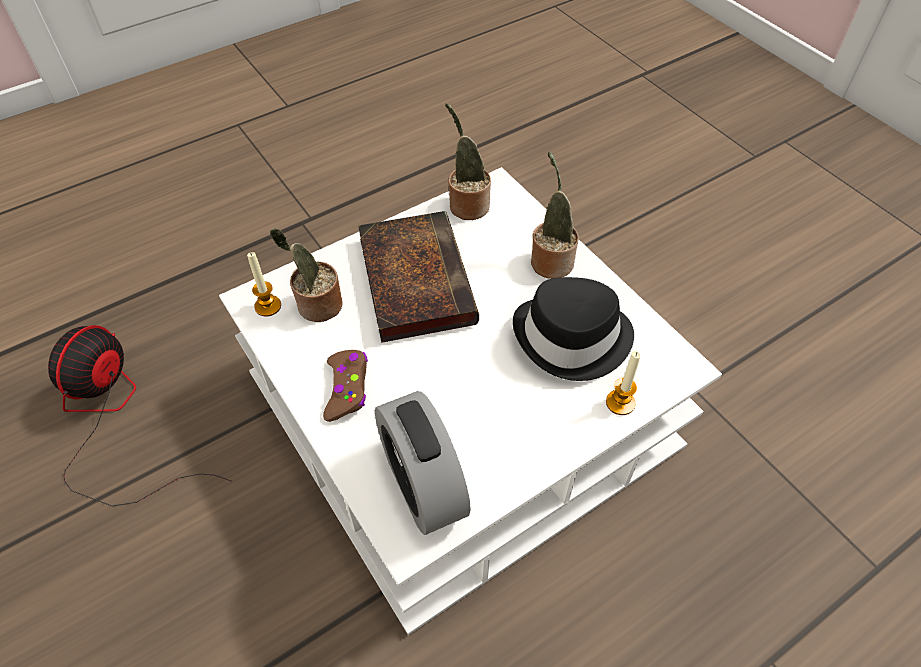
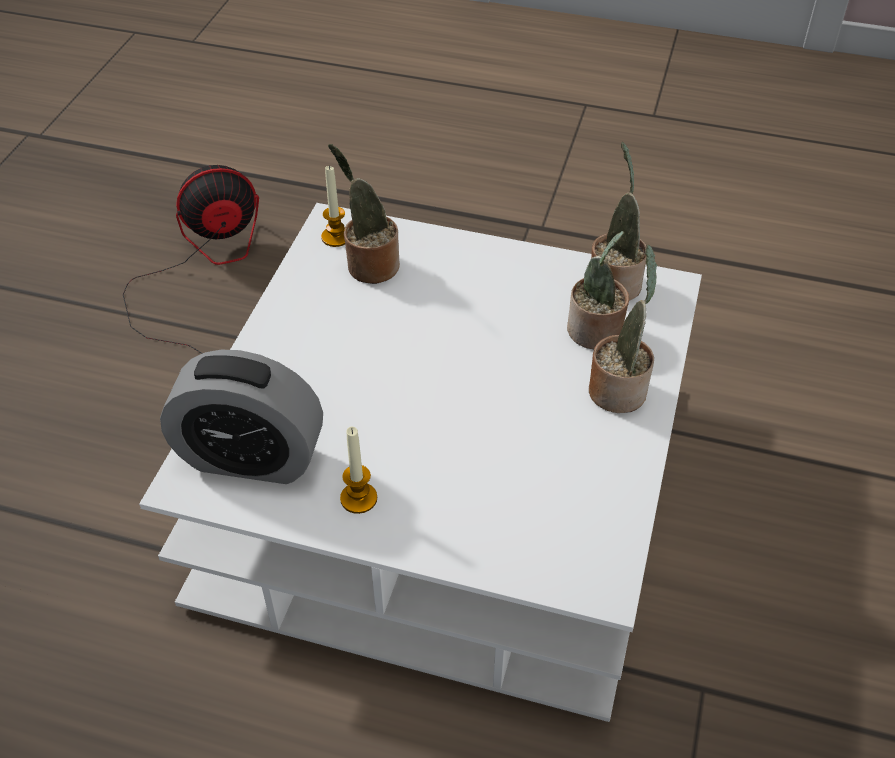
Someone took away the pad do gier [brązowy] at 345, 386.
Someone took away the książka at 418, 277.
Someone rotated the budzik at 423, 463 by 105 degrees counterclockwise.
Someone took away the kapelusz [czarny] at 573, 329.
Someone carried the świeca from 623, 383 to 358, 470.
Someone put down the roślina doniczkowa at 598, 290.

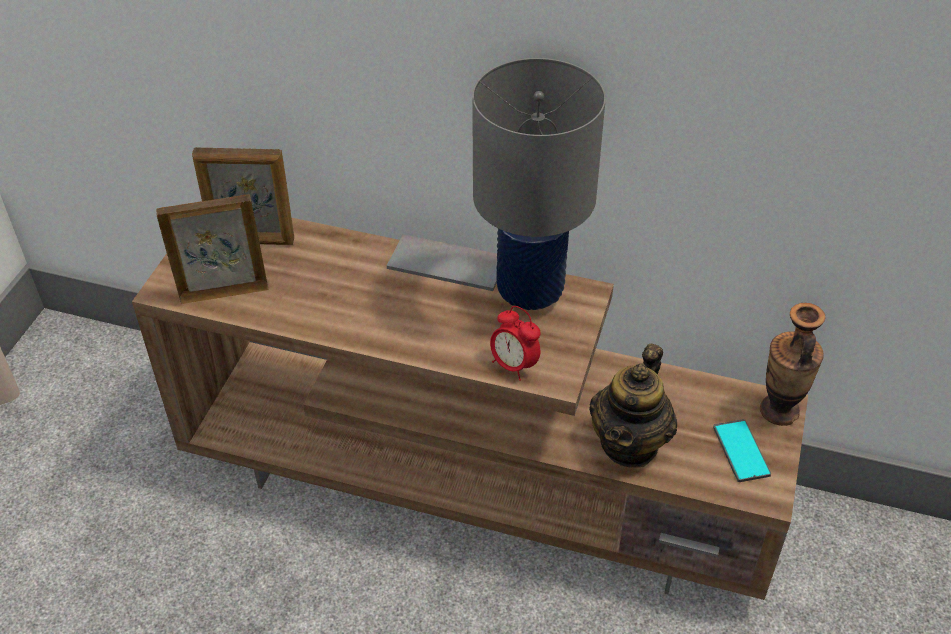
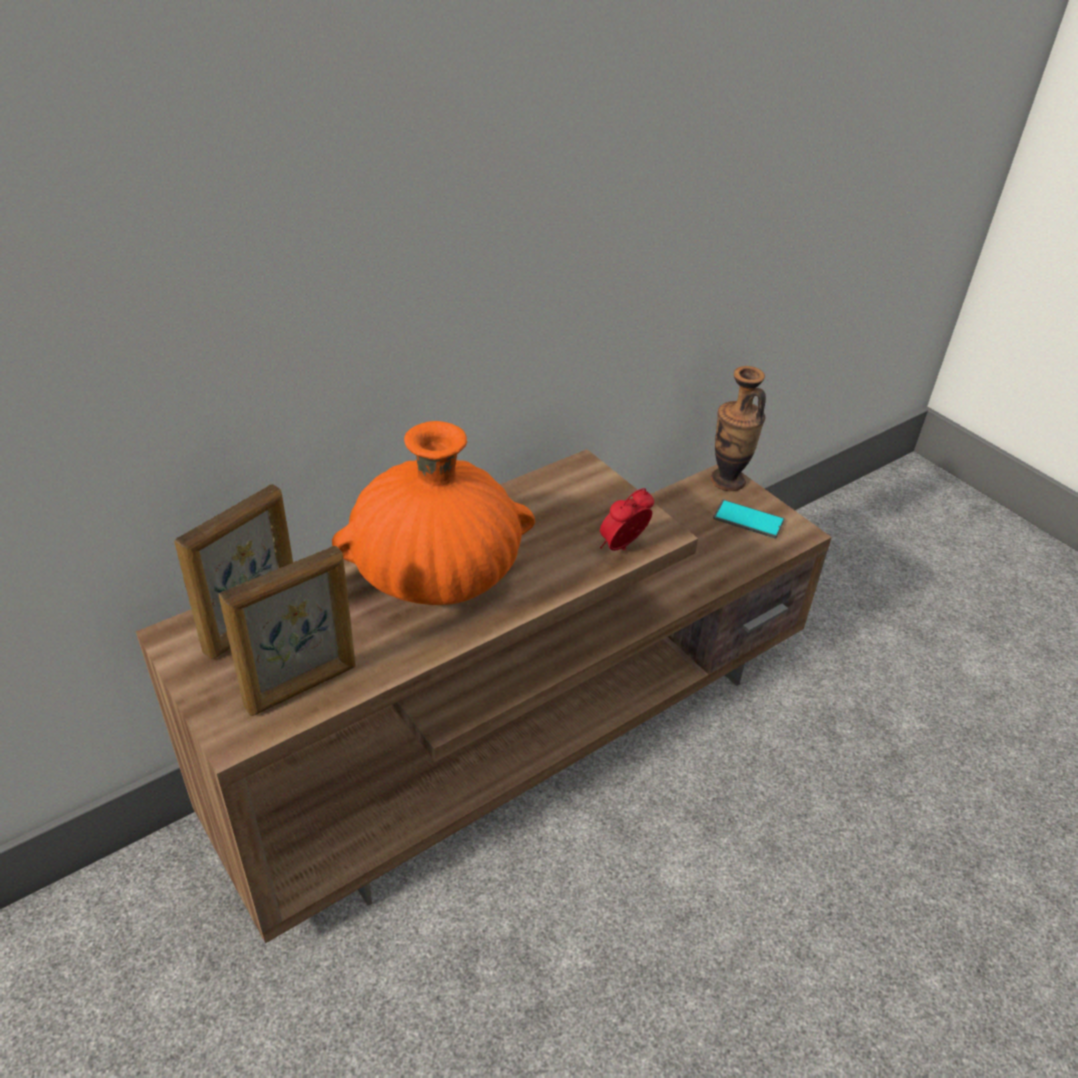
Someone rotated the ramka na zdjęcie at 212, 249 by 150 degrees counterclockwise.
Someone took away the lampa stołowa [szary] at 539, 184.
Someone rotated the budzik at 515, 343 by 150 degrees clockwise.
Someone took away the imbryk at 633, 405.
Someone put down the wazon [pomarańczowy] at 433, 513.

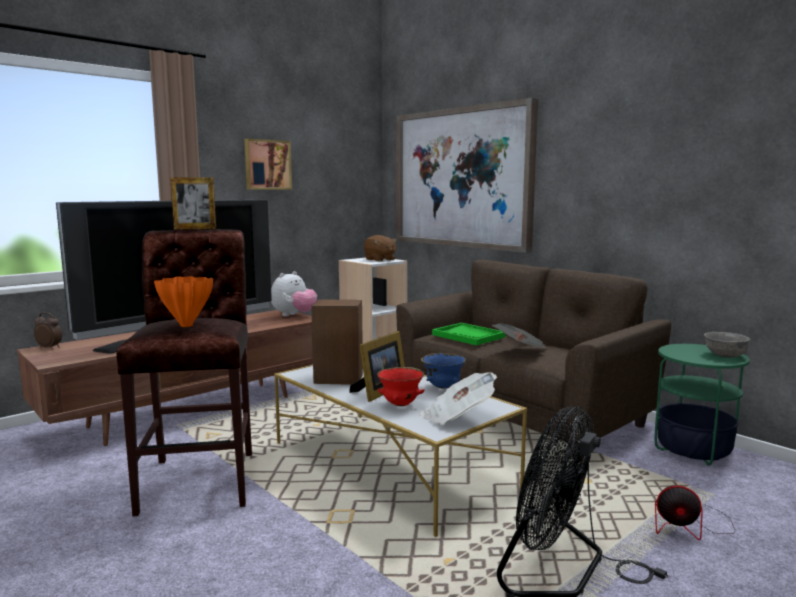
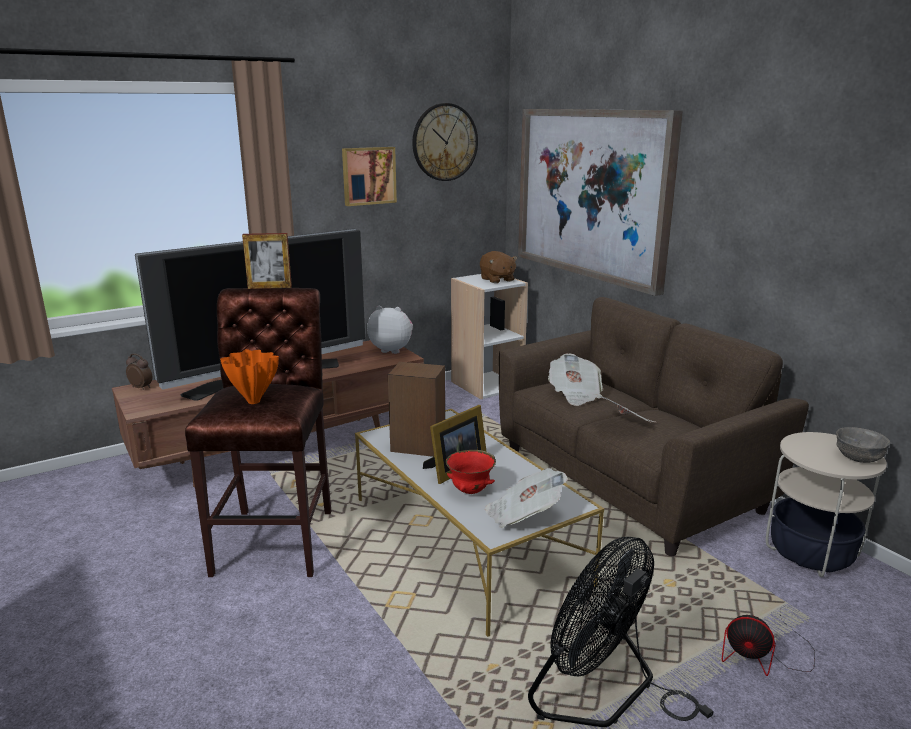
Someone rotated the pluszak at 294, 293 by 120 degrees counterclockwise.
Someone took away the miska [niebieski] at 443, 371.
Someone swapped the taca [zielony] at 469, 334 for the gazeta at 575, 379.
Someone repainted the stolik [zielony] at 702, 404, which became the stolik [beżowy] at 826, 504.
Someone put up the zegar ścienny at 445, 142.

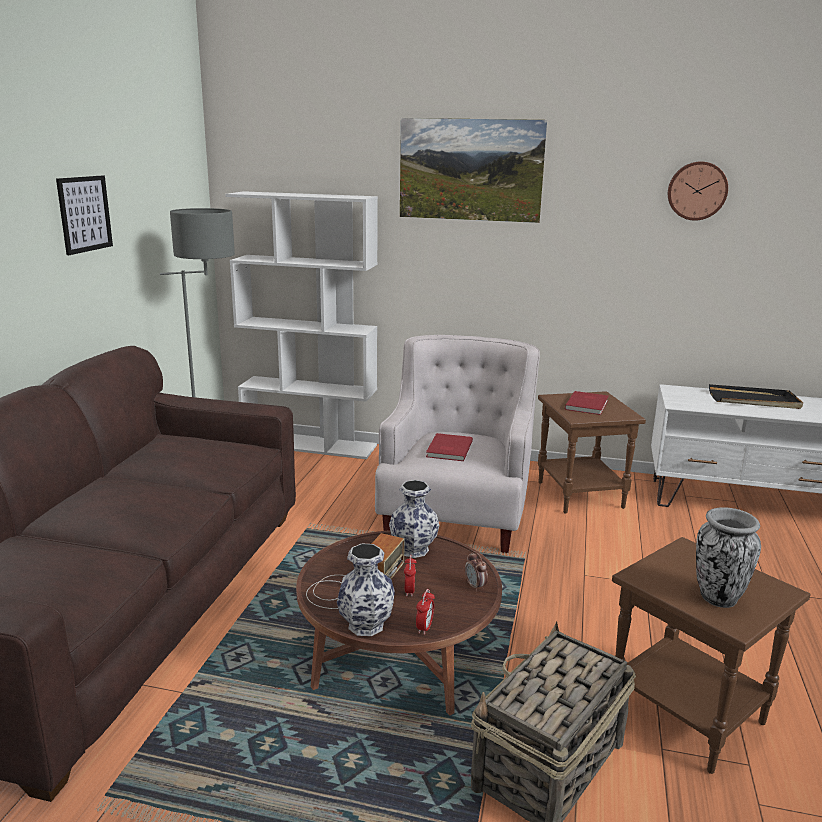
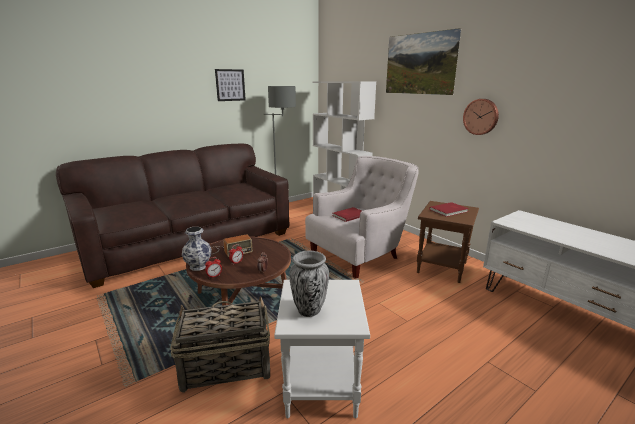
Someone took away the wazon at 414, 519.
Someone repainted the stolik [brązowy] at 711, 655, which became the stolik [biały] at 322, 349.
Someone carried the zegar ścienny from 698, 191 to 481, 117.
Someone took away the taca [czarny] at 756, 396.

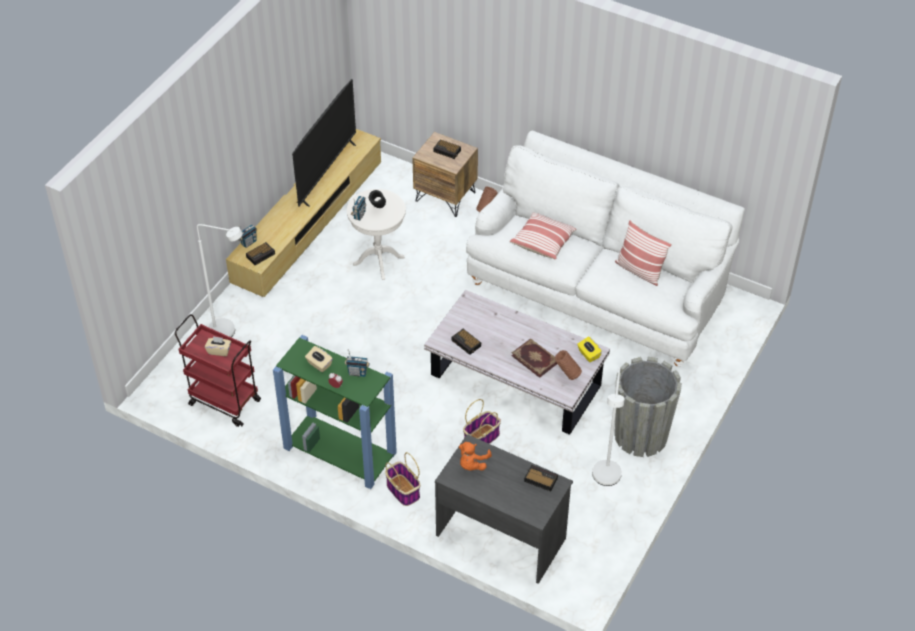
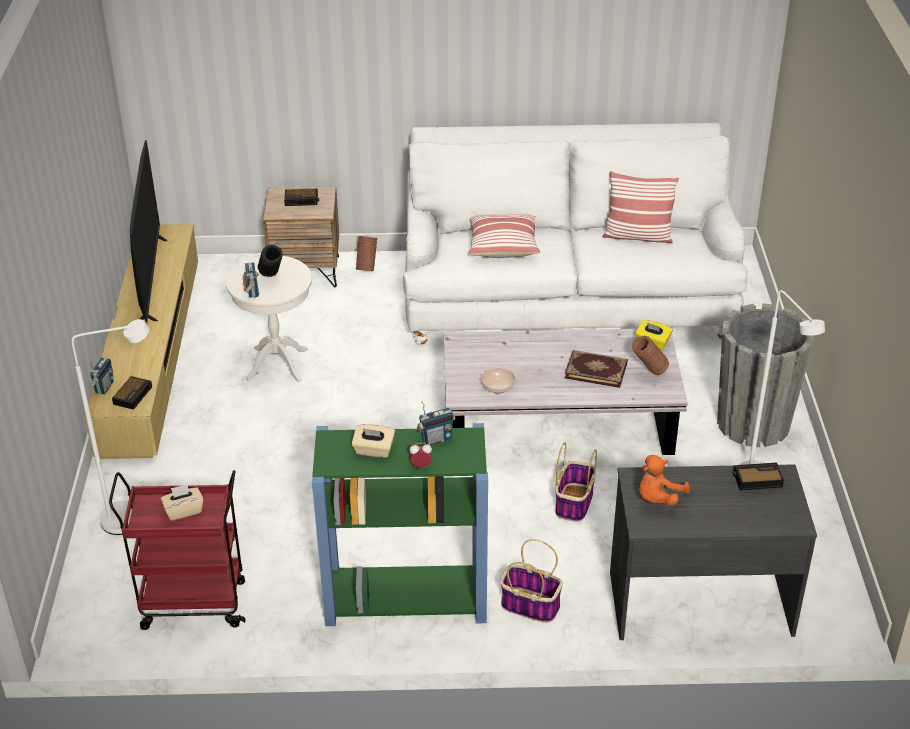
Someone swapped the budzik at 466, 342 for the miska at 498, 380.
Someone rotated the pluszak [pomarańczowy] at 475, 456 by 45 degrees clockwise.

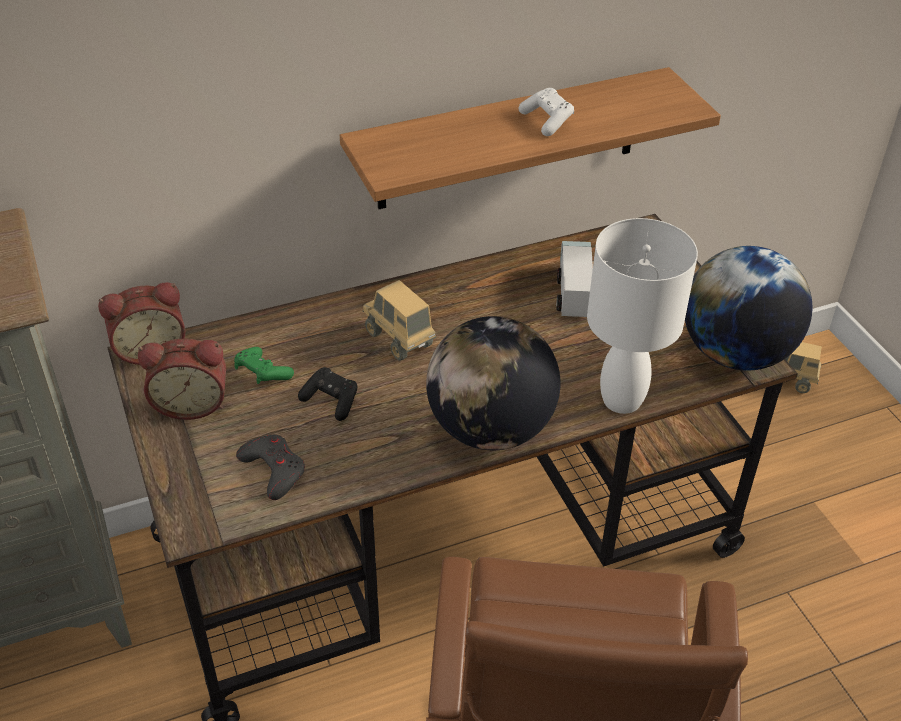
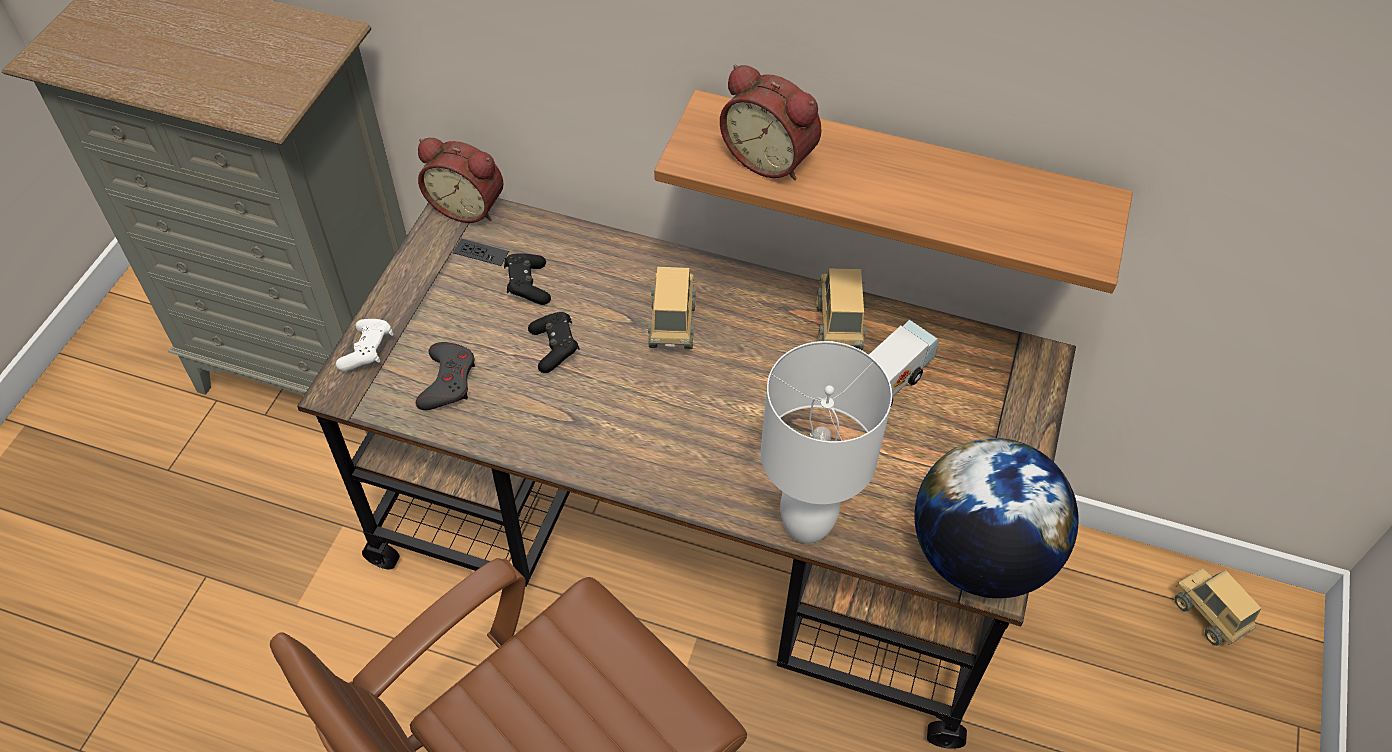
Someone carried the budzik from 182, 379 to 771, 122.
Someone repainted the pad do gier [zielony] at 264, 365, which became the pad do gier [czarny] at 527, 279.
Someone took away the globus at 493, 383.
Someone carried the pad do gier [biały] from 546, 112 to 364, 345.
Someone put down the ciężarówka zabawkowa at 841, 309.

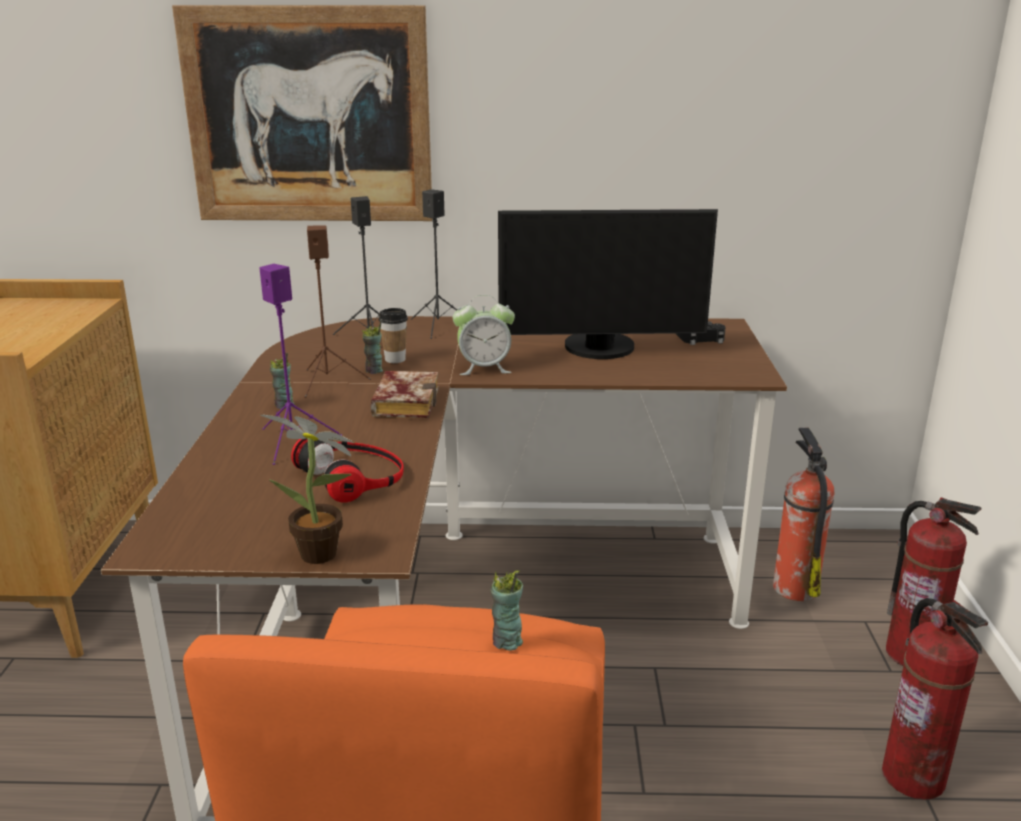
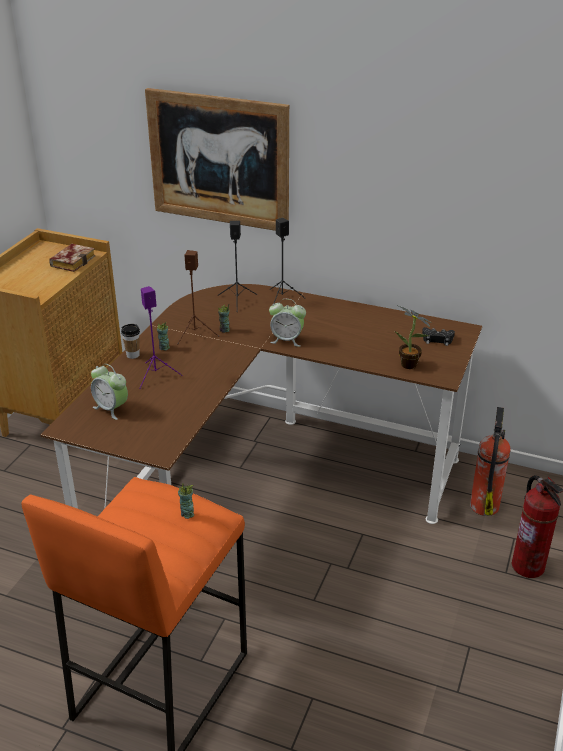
Someone carried the roślina doniczkowa from 307, 489 to 414, 337.
Someone took away the słuchawki at 347, 471.
Someone carried the książka from 405, 394 to 72, 258.
Someone carried the filiżanka from 393, 335 to 130, 341.
Someone took away the monitor at 608, 284.
Someone took away the gaśnica at 935, 699.
Someone put down the budzik at 109, 392.

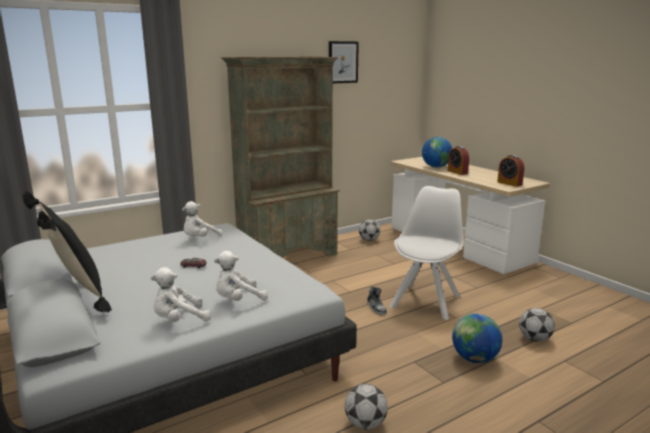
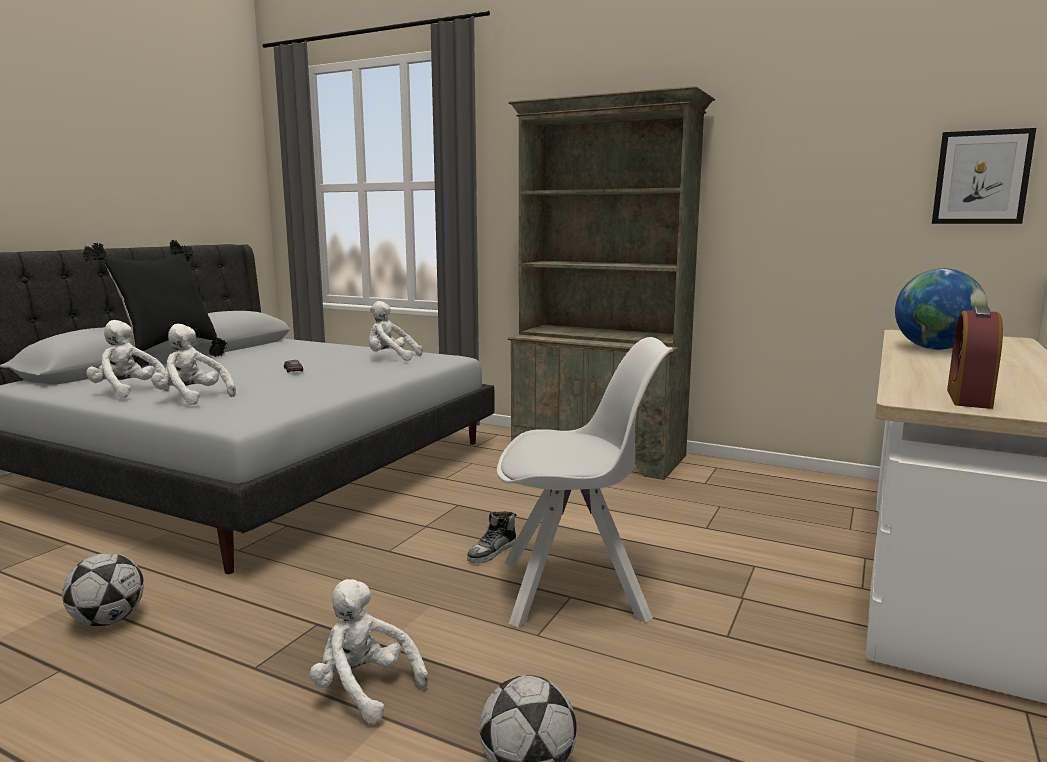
Someone carried the obraz from 344, 62 to 984, 176.
Someone took away the piłka futbolowa at 369, 230.
Someone took away the budzik at 458, 160.
Someone swapped the globus at 477, 338 for the pluszak [biały] at 369, 651.

